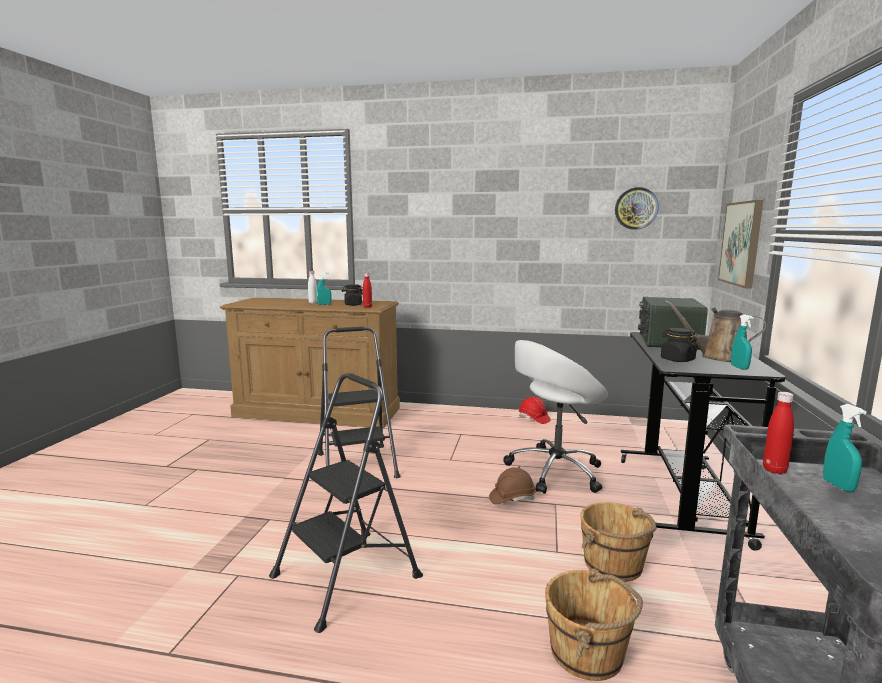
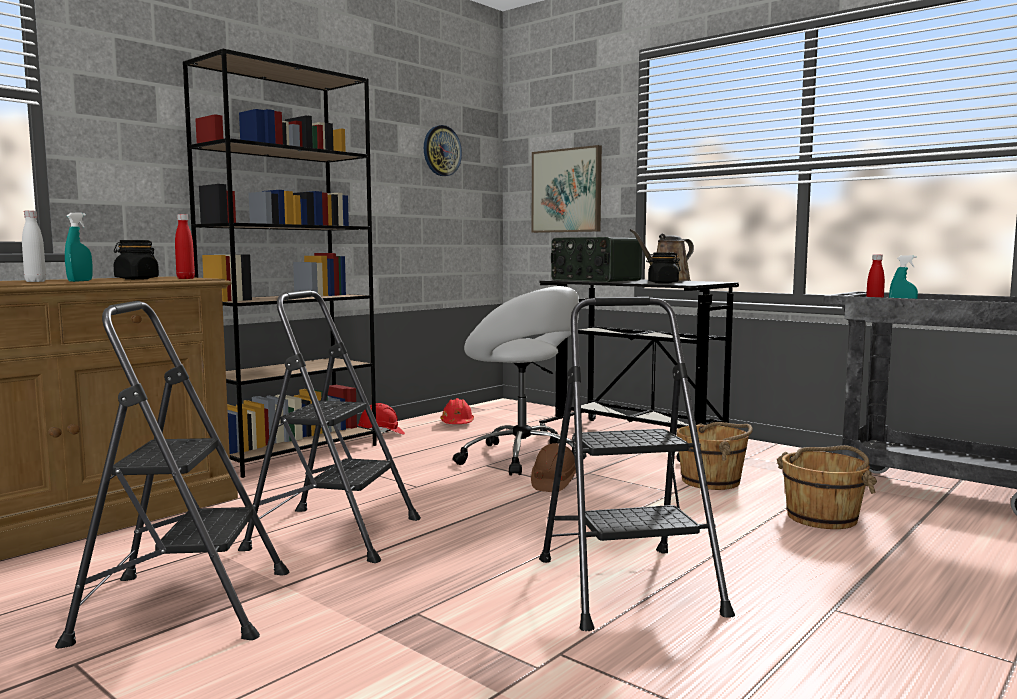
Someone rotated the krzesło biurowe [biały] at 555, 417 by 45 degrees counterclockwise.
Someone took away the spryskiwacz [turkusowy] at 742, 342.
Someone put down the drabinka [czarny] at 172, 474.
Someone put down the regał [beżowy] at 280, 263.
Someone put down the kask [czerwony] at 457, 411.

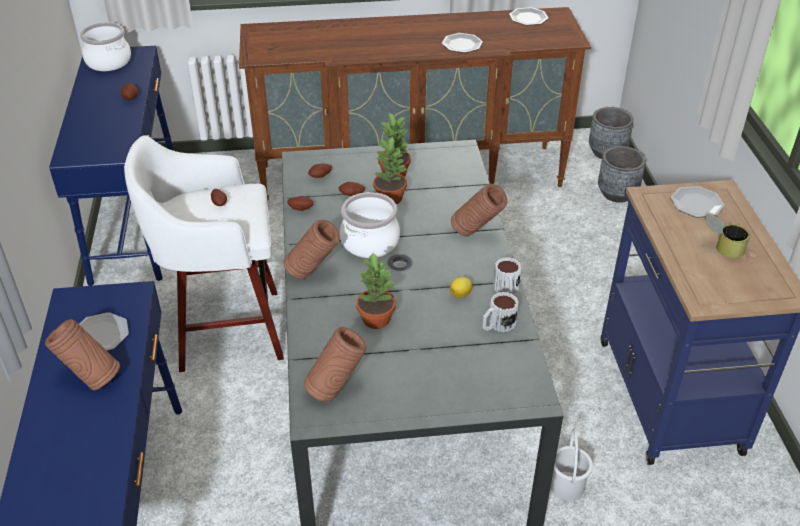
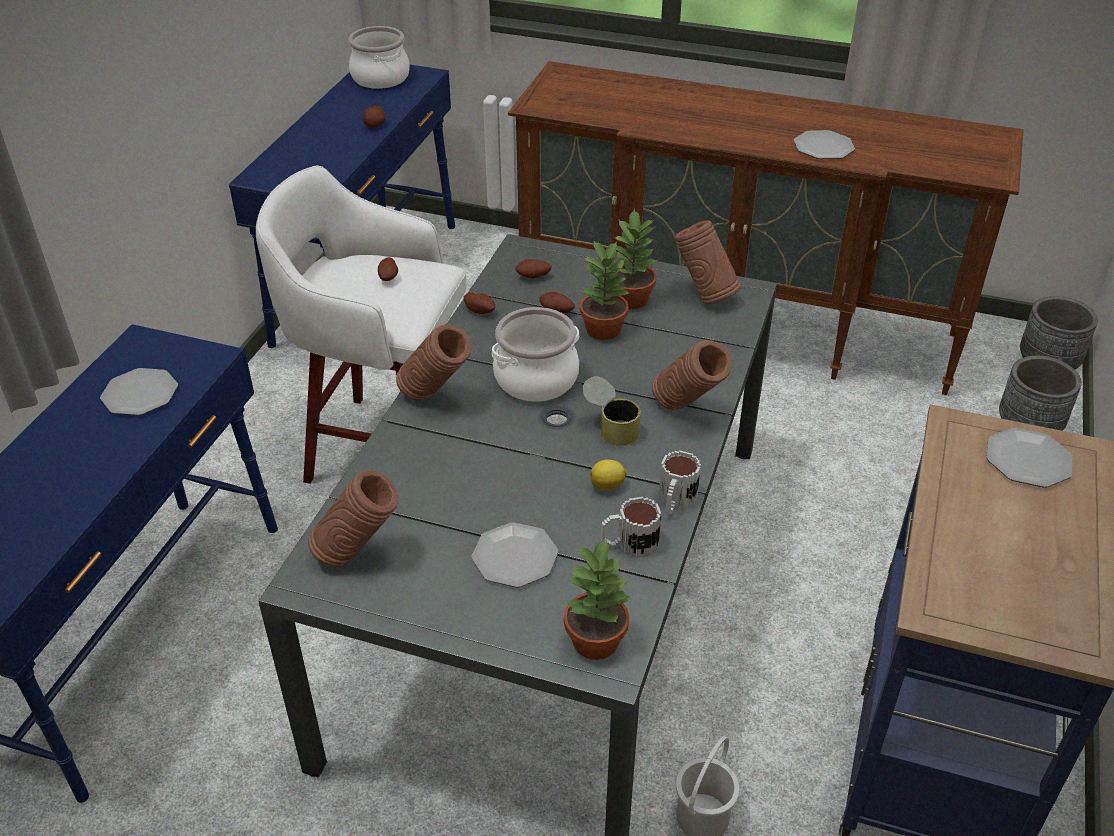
Someone carried the wazon [brązowy] from 82, 355 to 708, 263.
Someone carried the roślina doniczkowa from 376, 291 to 598, 598.
Someone carried the talerz from 528, 16 to 515, 555.
Someone carried the puszka from 727, 236 to 612, 411.

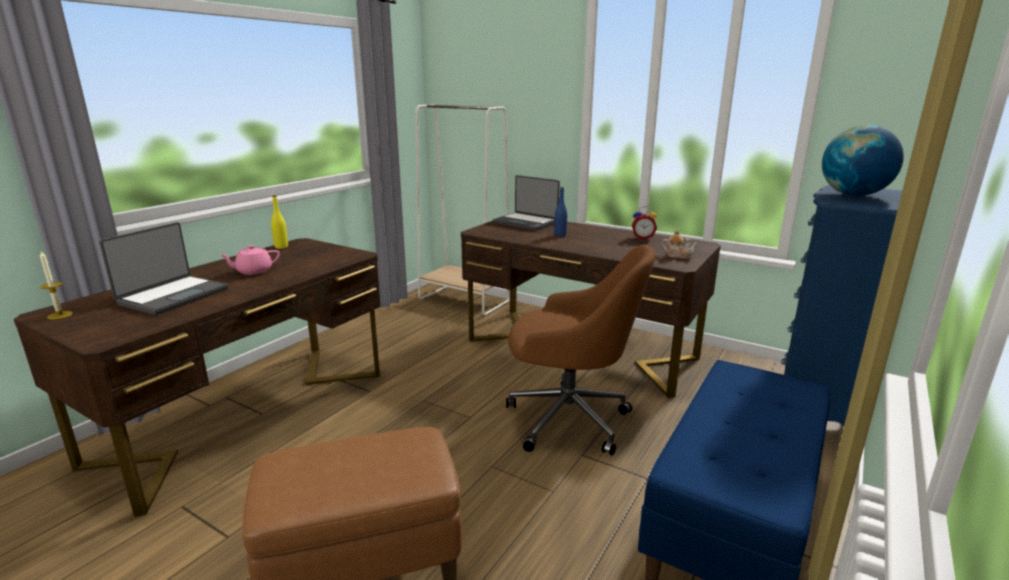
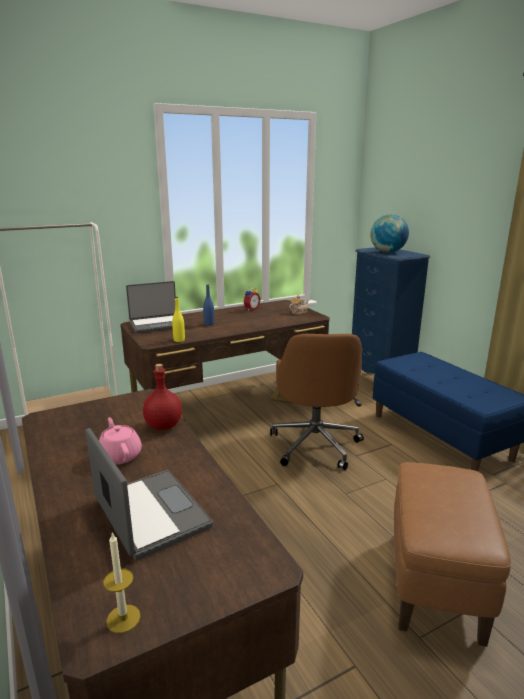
Someone rotated the imbryk [różowy] at 250, 260 by 150 degrees clockwise.
Someone carried the butelka [żółty] from 279, 222 to 178, 319.
Someone rotated the krzesło biurowe [brązowy] at 580, 350 by 135 degrees clockwise.
Someone put down the butelka [czerwony] at 162, 397.

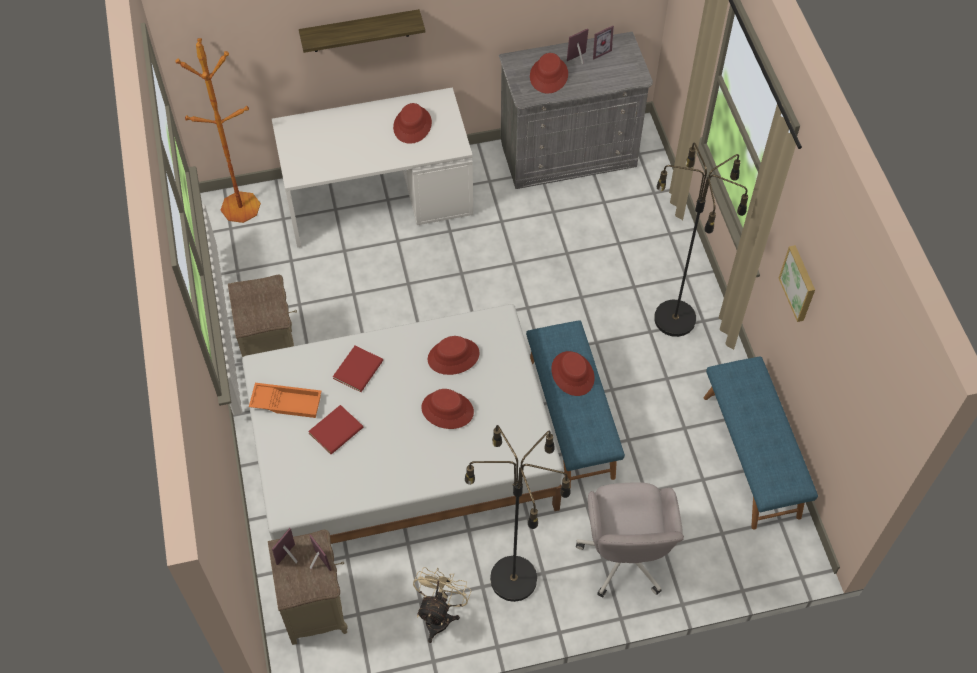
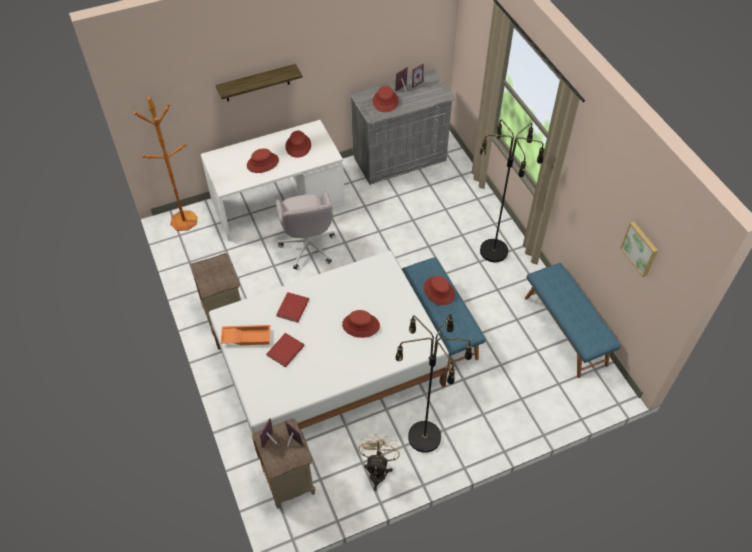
Someone carried the kapelusz [czerwony] from 454, 355 to 263, 160.
Someone carried the krzesło biurowe [szary] from 630, 540 to 305, 230.
Someone carried the obraz from 797, 283 to 639, 249.

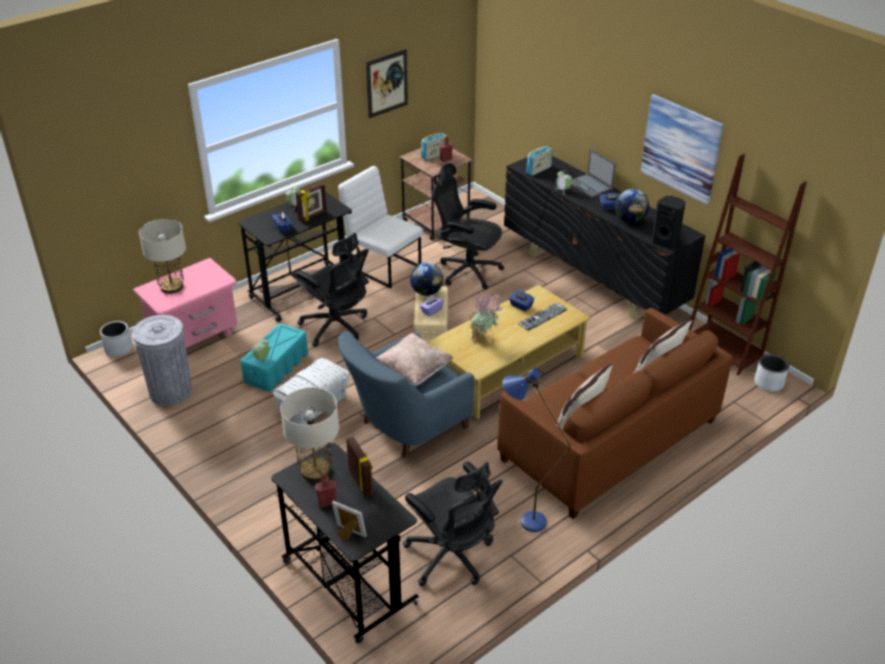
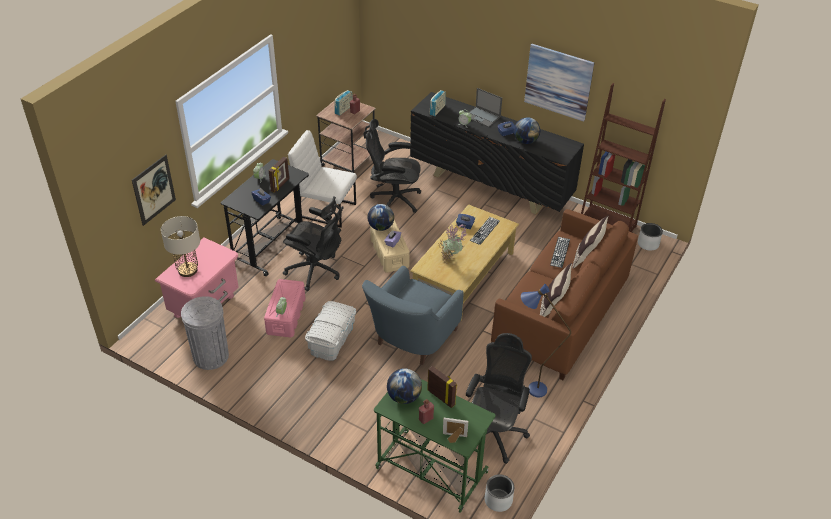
Someone carried the donica [szary] from 116, 339 to 499, 493.
Someone repainted the pojemnik do przechowywania [turkusowy] at 274, 357, which became the pojemnik do przechowywania [różowy] at 284, 308.
Someone repainted the biurko [czarny] at 345, 543, which became the biurko [zielony] at 434, 446.
Someone swapped the lampa stołowa at 309, 434 for the globus at 404, 386.
Someone carried the obraz from 387, 83 to 154, 190.
Someone took away the poduszka [beżowy] at 414, 359.
Someone rotated the krzesło biurowe at 452, 524 by 105 degrees counterclockwise.
Someone took away the głośnik [czarny] at 669, 222.
Someone put down the klawiatura at 560, 252.

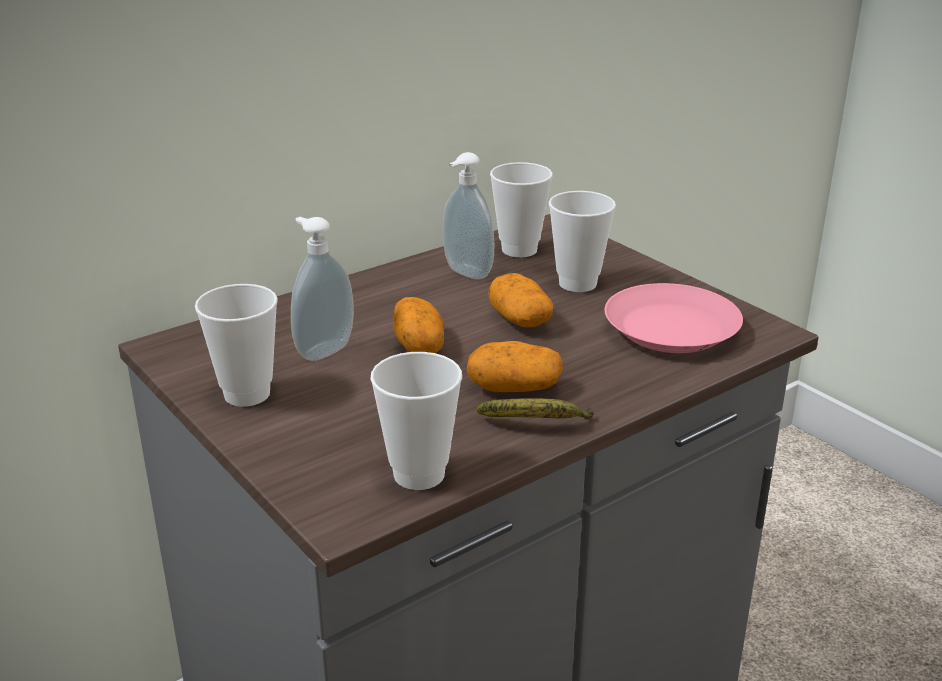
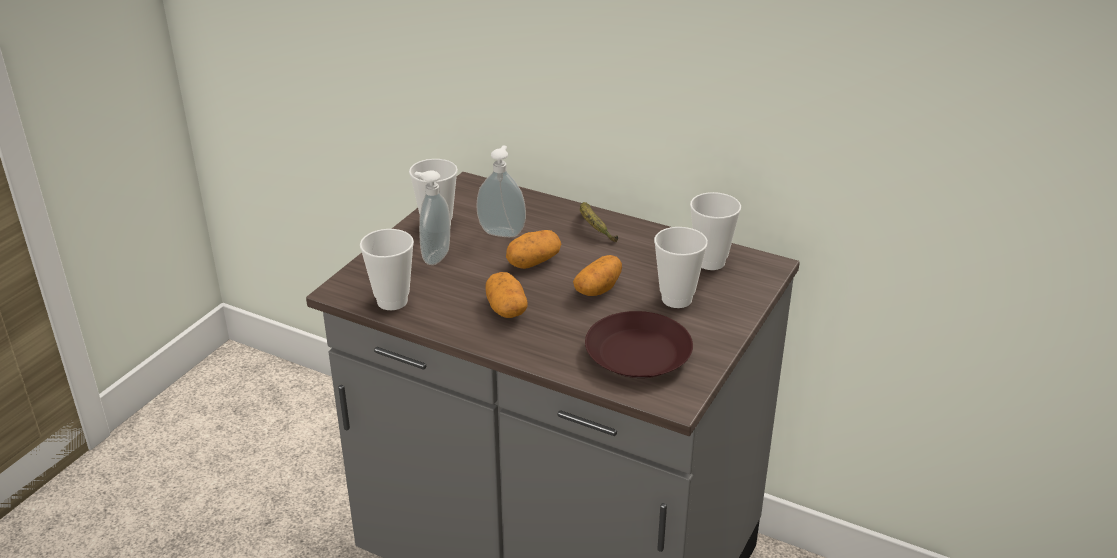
Someone carried the dozownik mydła from 468, 216 to 432, 217.
Someone carried the banan from 535, 408 to 599, 222.
Someone repainted the talerz [różowy] at 674, 318, which became the talerz [brązowy] at 639, 344.

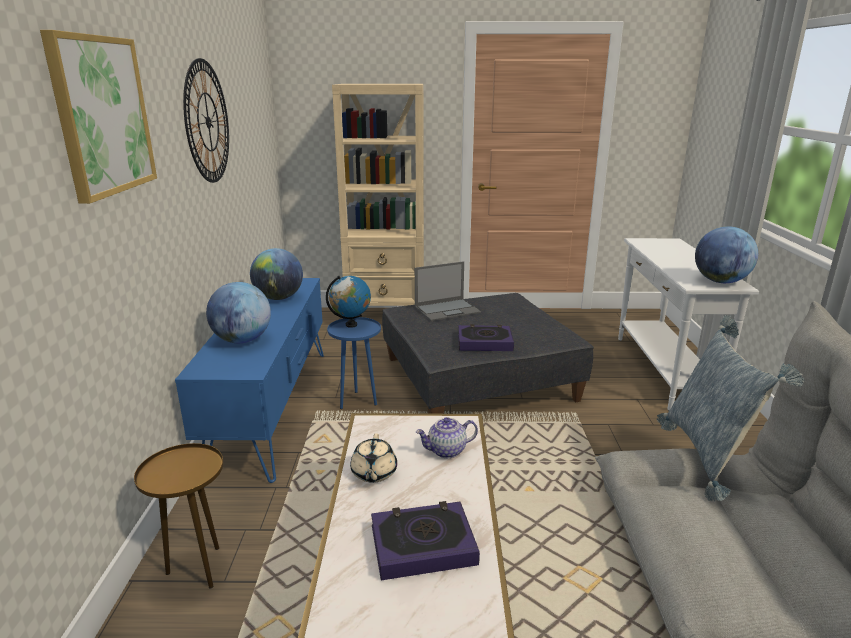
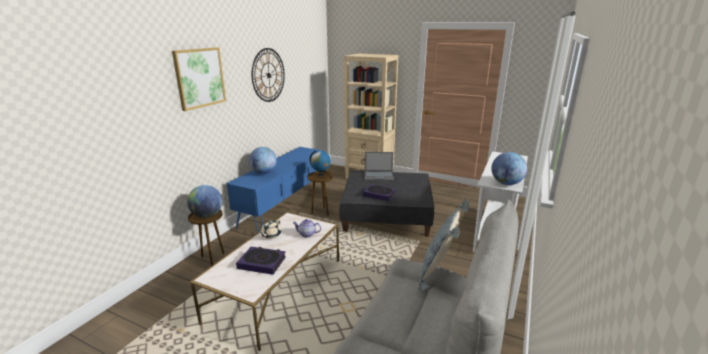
Someone carried the globus from 276, 274 to 204, 201.
Someone repainted the stolik [niebieski] at 354, 363, which became the stolik [brązowy] at 320, 193.

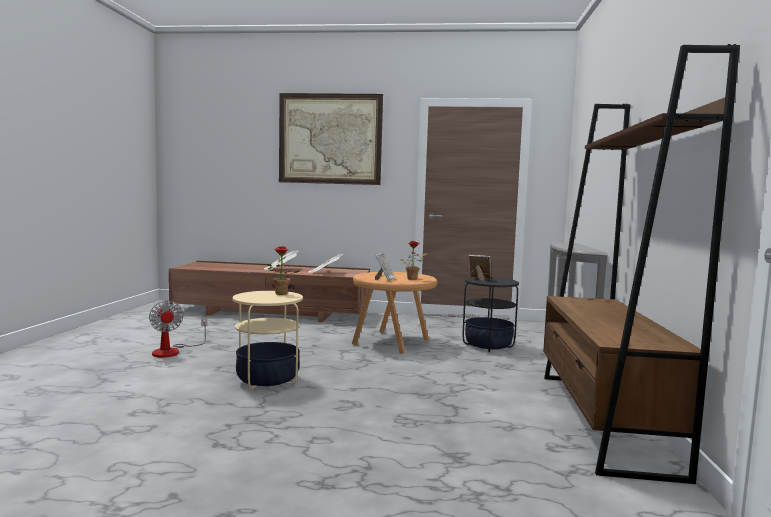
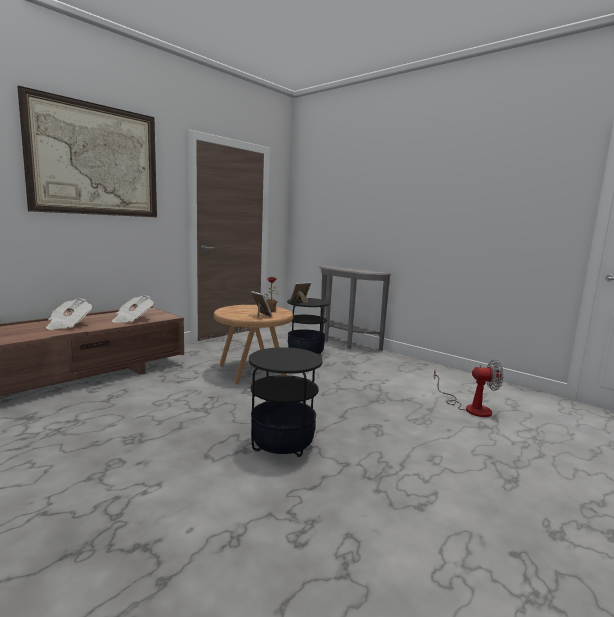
Someone carried the wentylator from 178, 329 to 468, 388.
Someone repainted the stolik [beżowy] at 268, 340, which became the stolik [czarny] at 286, 402.
Someone took away the roślina doniczkowa at 283, 270.
Someone took away the regał [brązowy] at 641, 264.

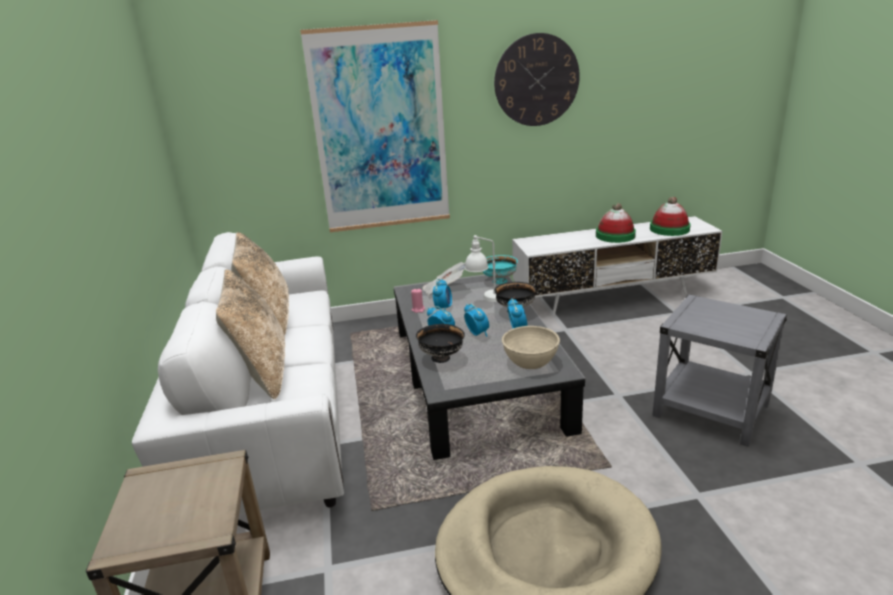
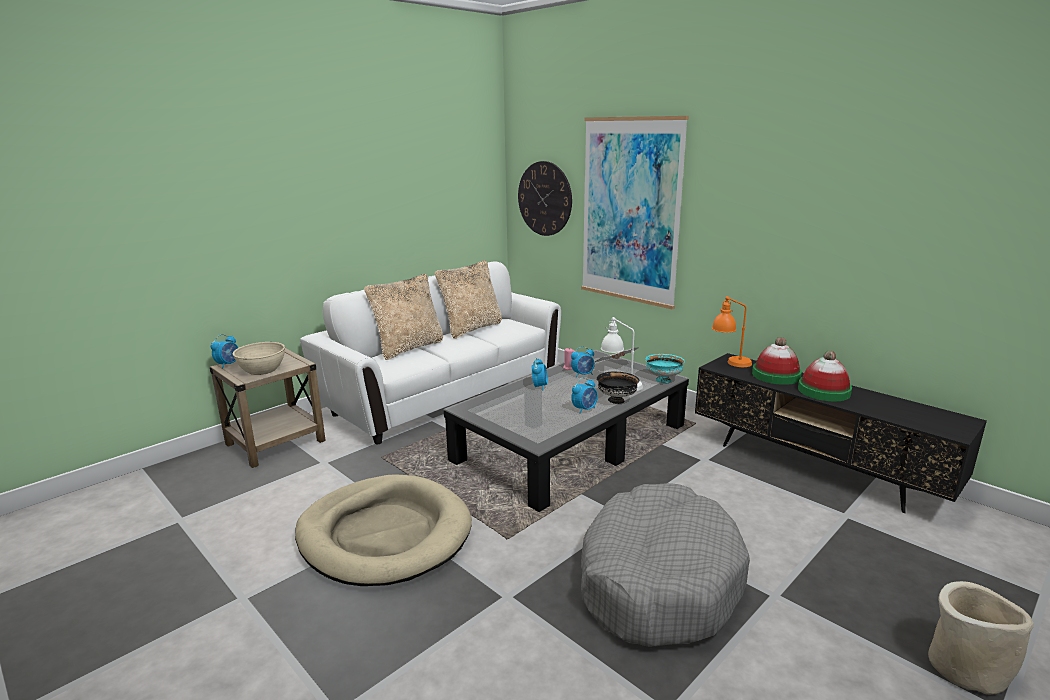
Someone took away the miska [czarny] at 440, 343.
Someone carried the budzik from 476, 320 to 224, 351.
Someone carried the zegar ścienny from 537, 79 to 545, 198.
Someone carried the miska [beżowy] from 531, 347 to 259, 358.
Someone repainted the szafka pod telewizor [biały] at 617, 265, which became the szafka pod telewizor [czarny] at 841, 433.
Someone carried the kapelusz from 670, 216 to 777, 361.
Someone swapped the stolik [szary] at 719, 370 for the legowisko [szary] at 665, 565.
Someone put down the lampa stołowa [pomarańczowy] at 732, 331.
Someone put down the donica [beżowy] at 981, 638.

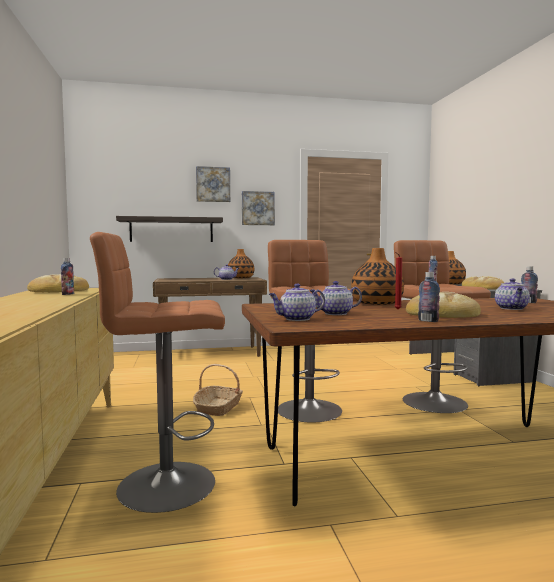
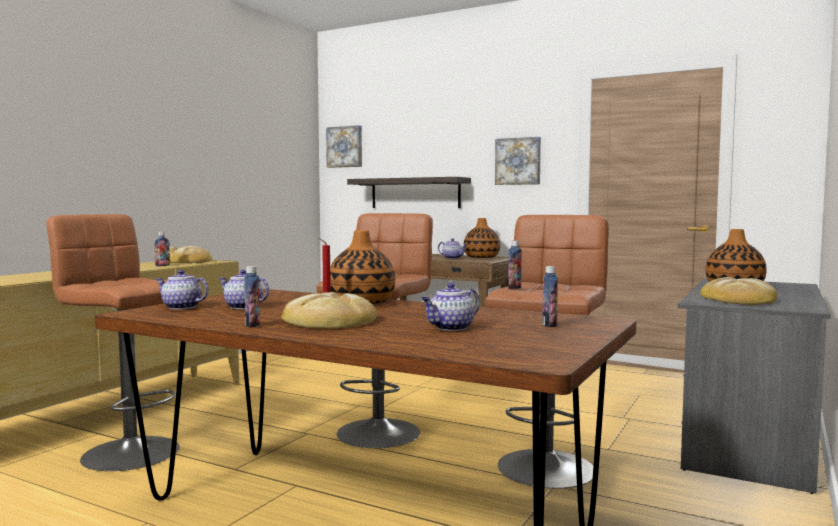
Someone took away the koszyk at 218, 390.
Someone carried the obraz from 213, 184 to 344, 146.

